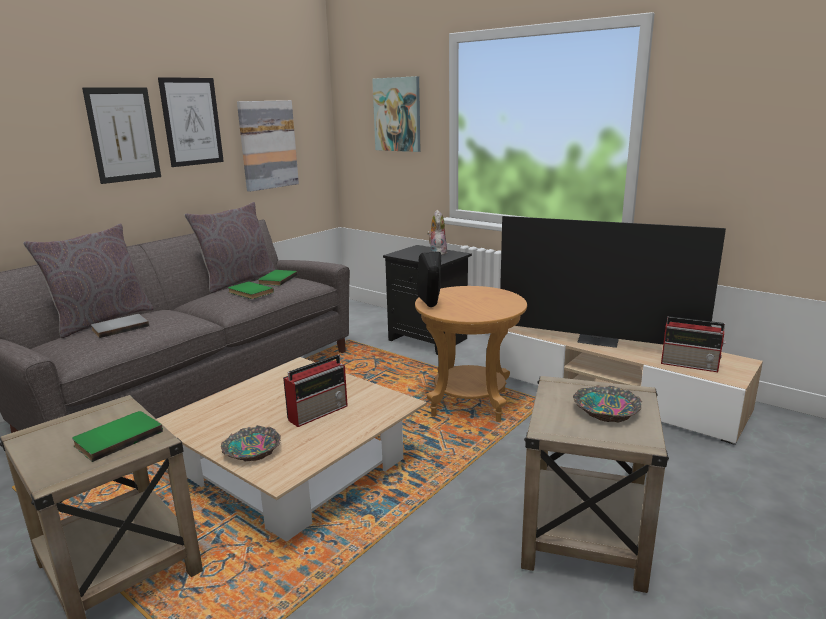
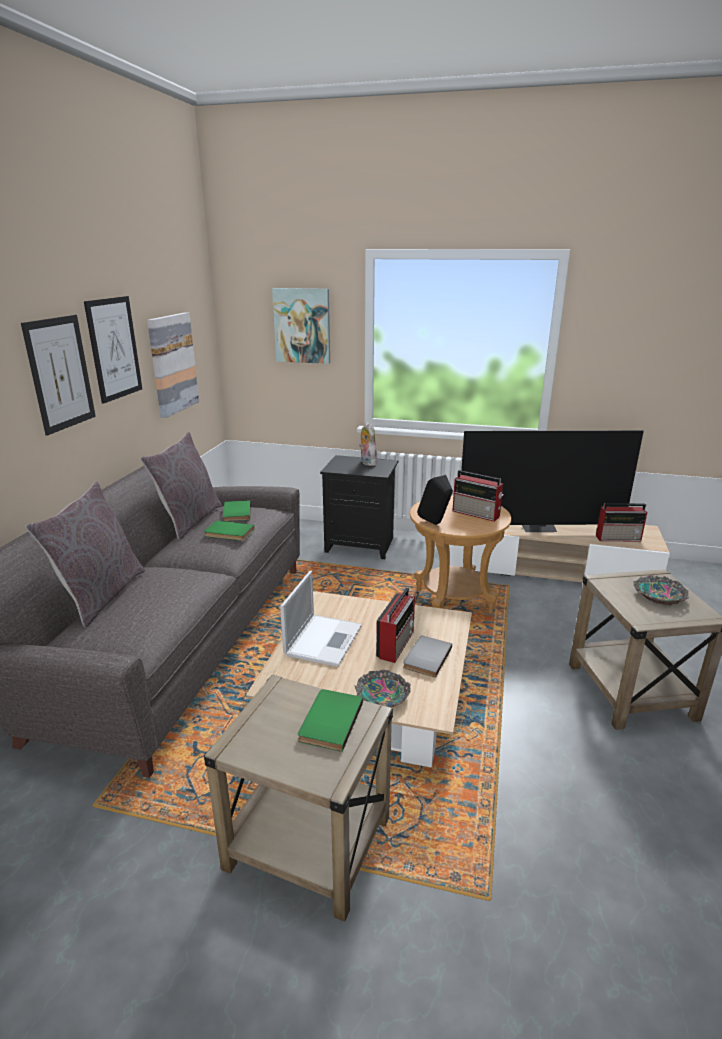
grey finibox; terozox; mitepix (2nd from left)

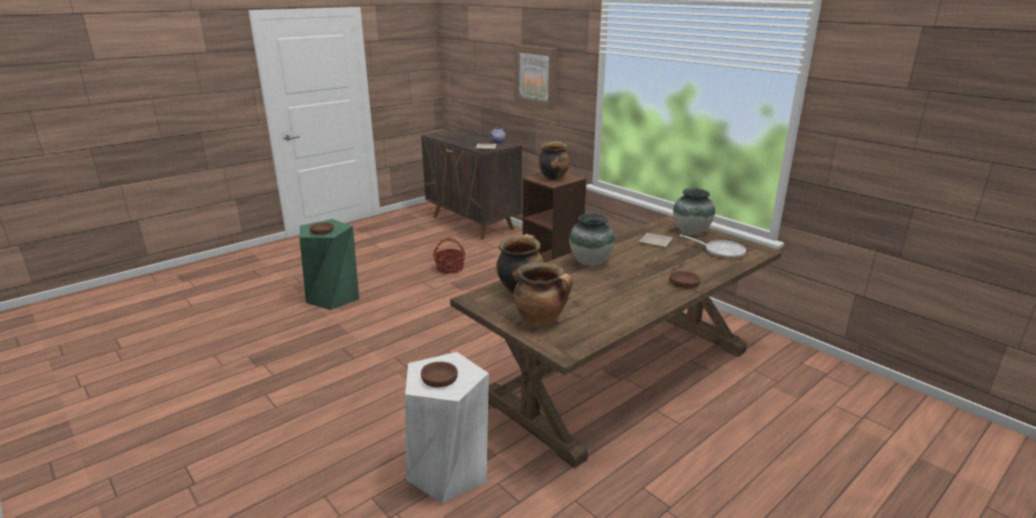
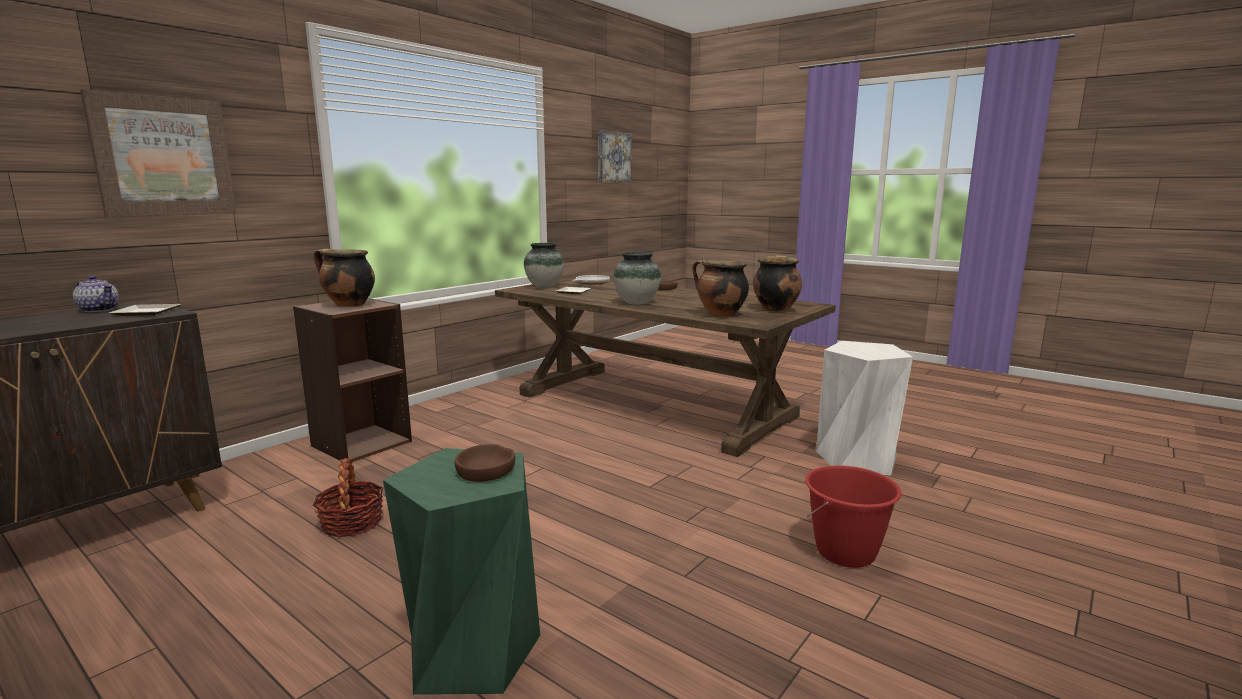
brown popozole (2nd from left in the first image); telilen (2nd from left); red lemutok

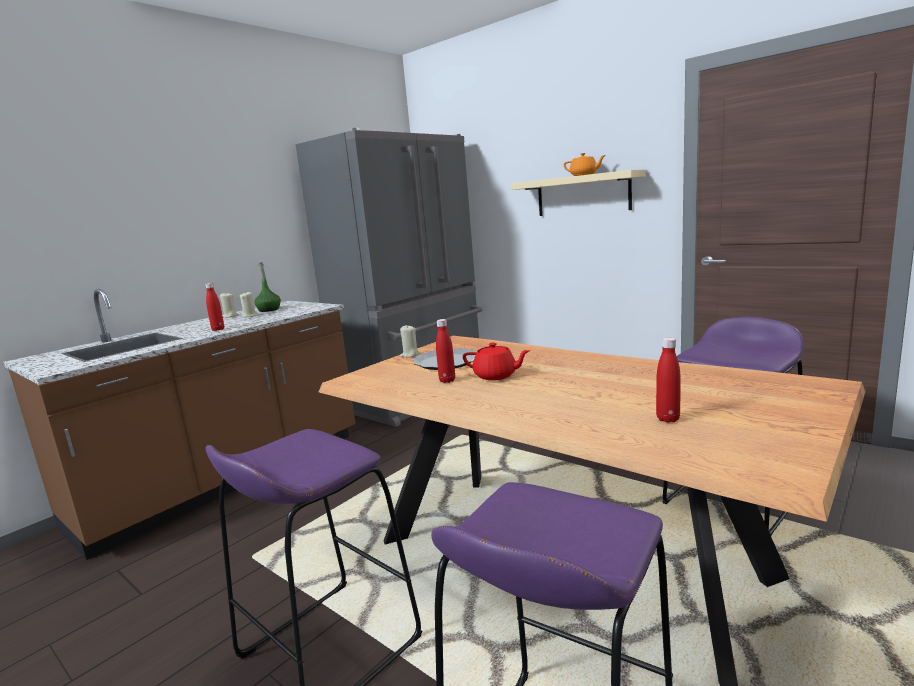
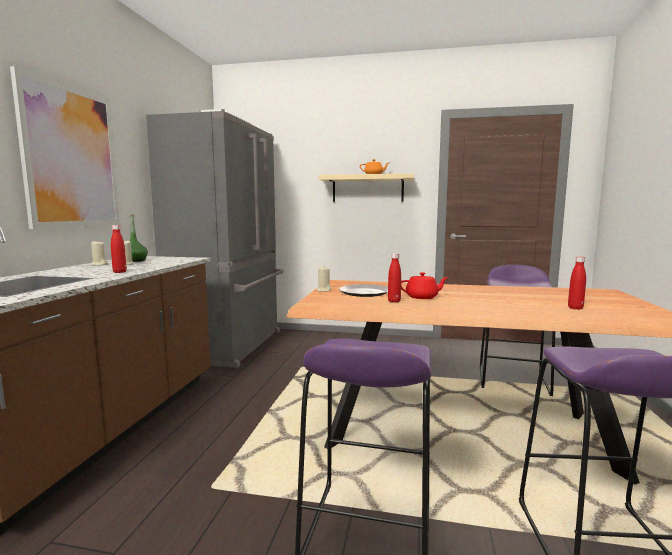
telilen

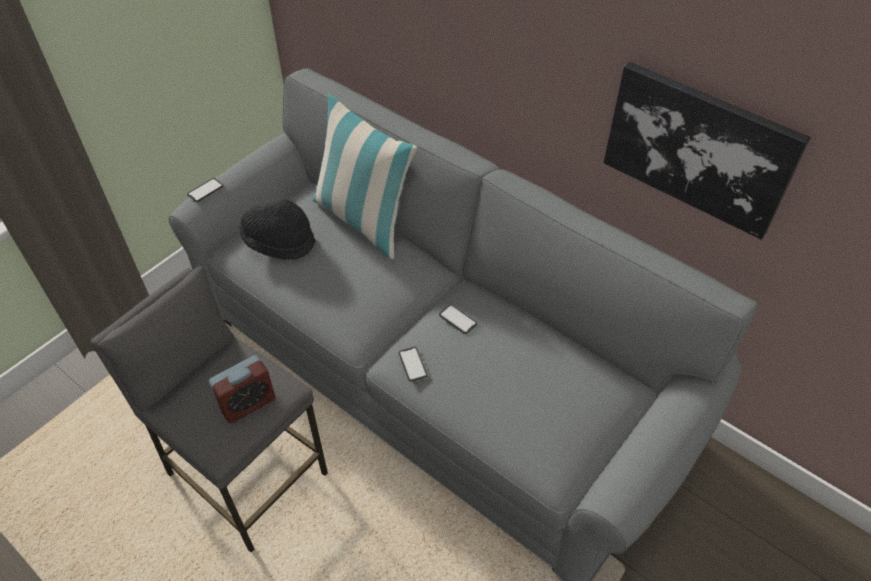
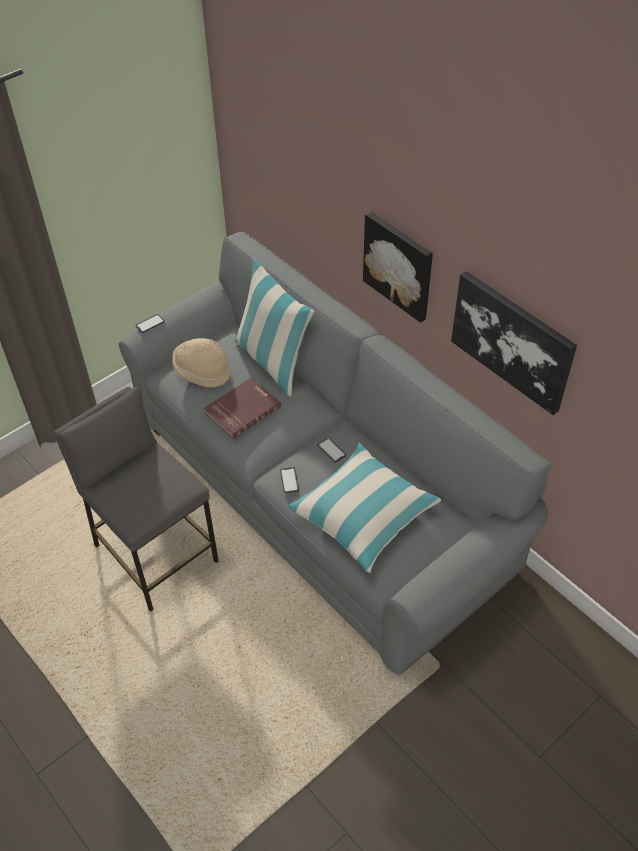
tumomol; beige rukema; red finibox; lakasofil (2nd from left); telilen (1st from left)

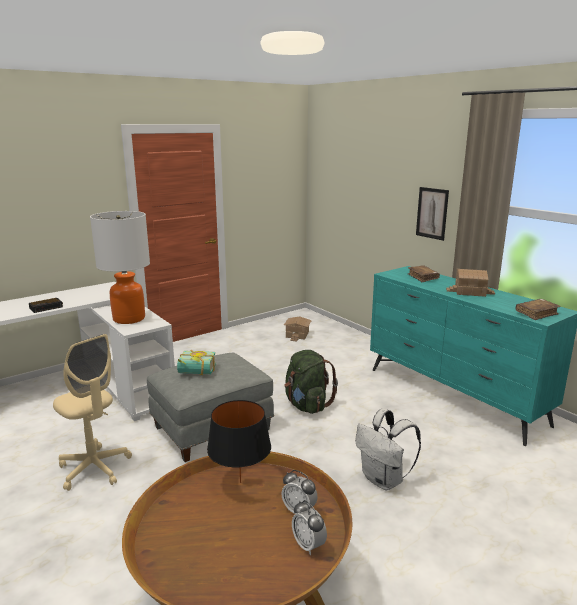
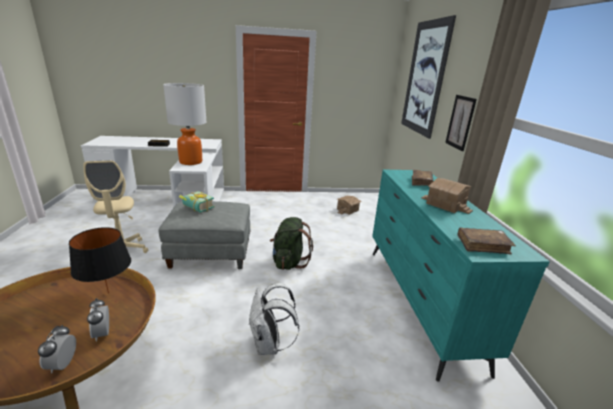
telilen (1st from left)

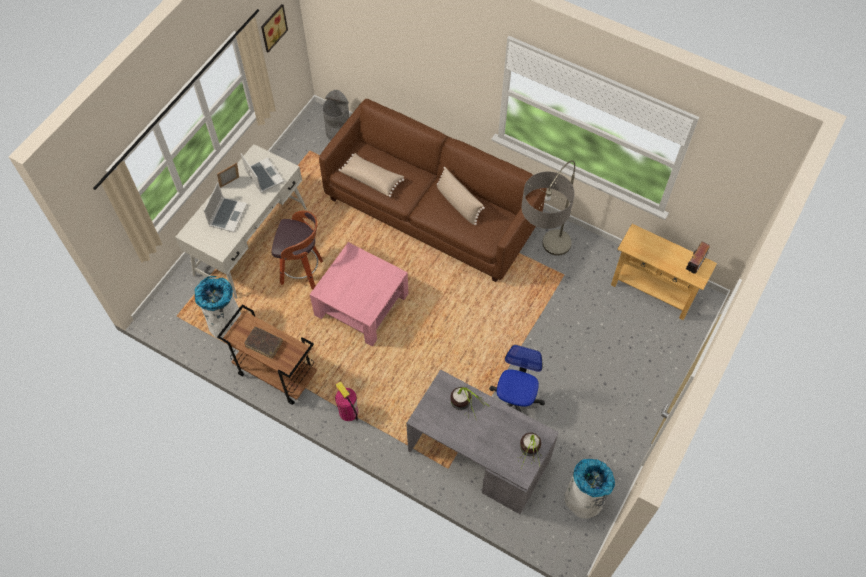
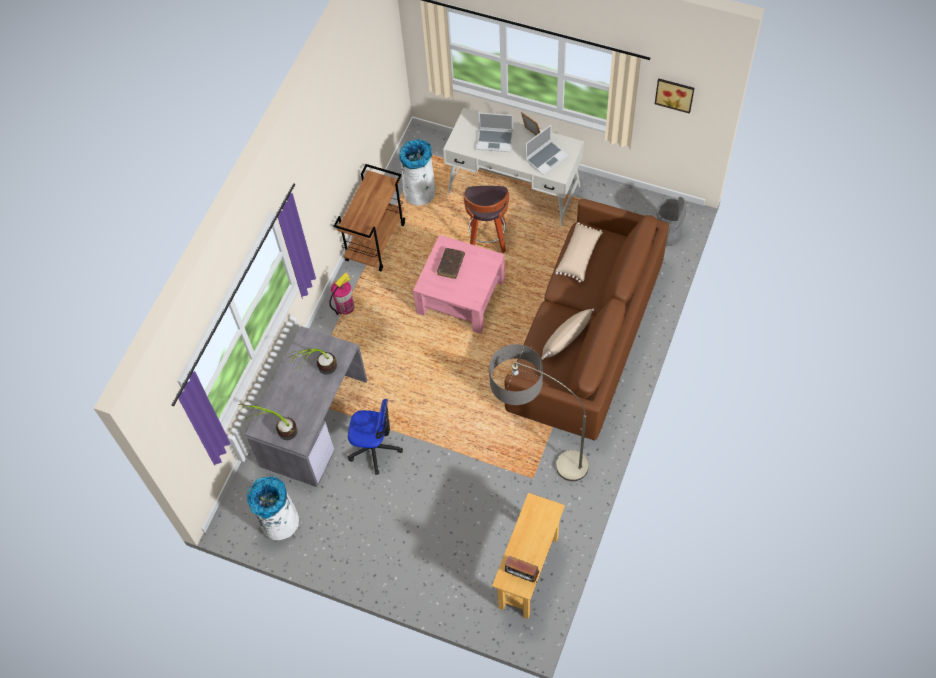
brown finibox

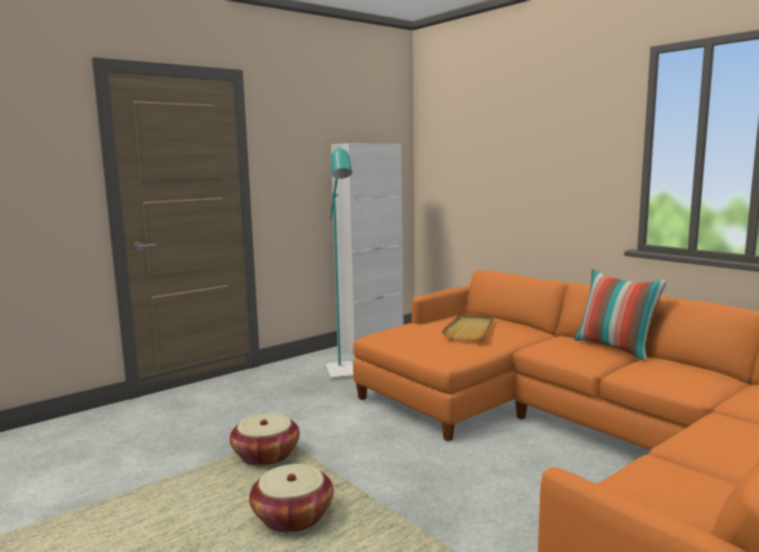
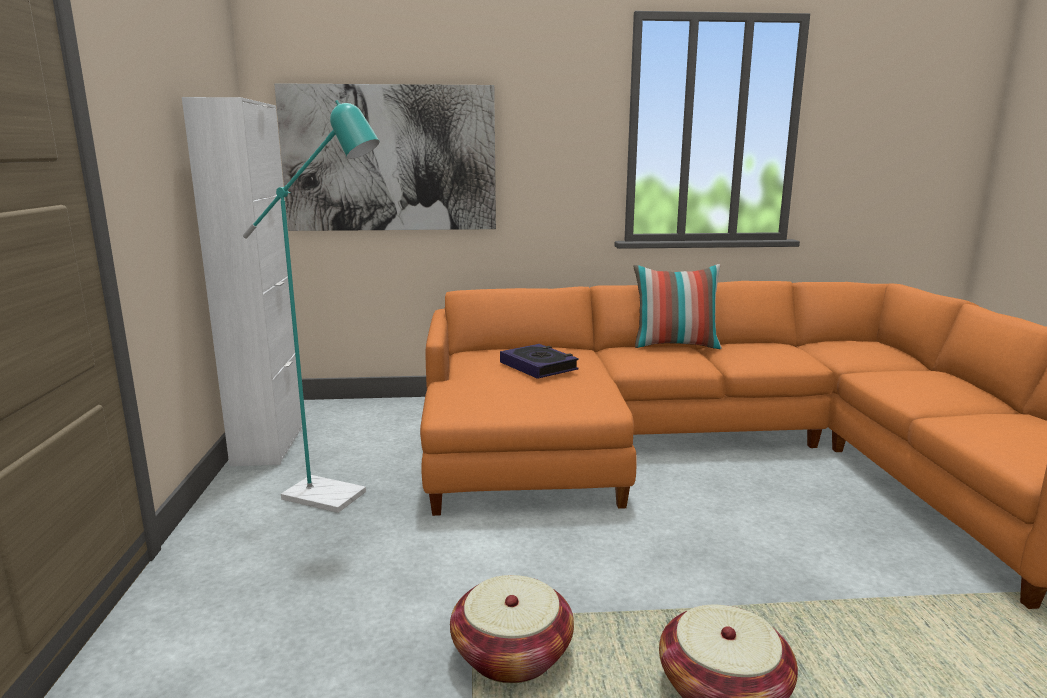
finibox; telilen

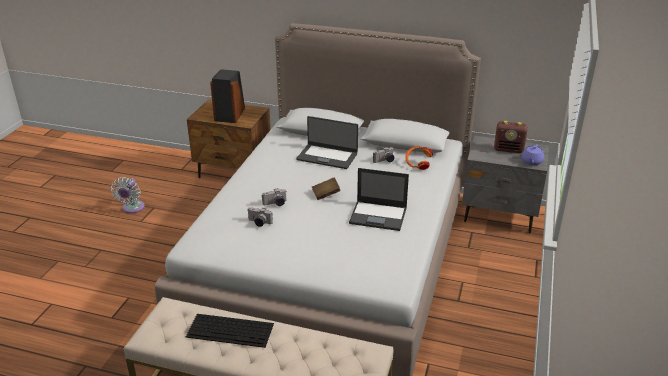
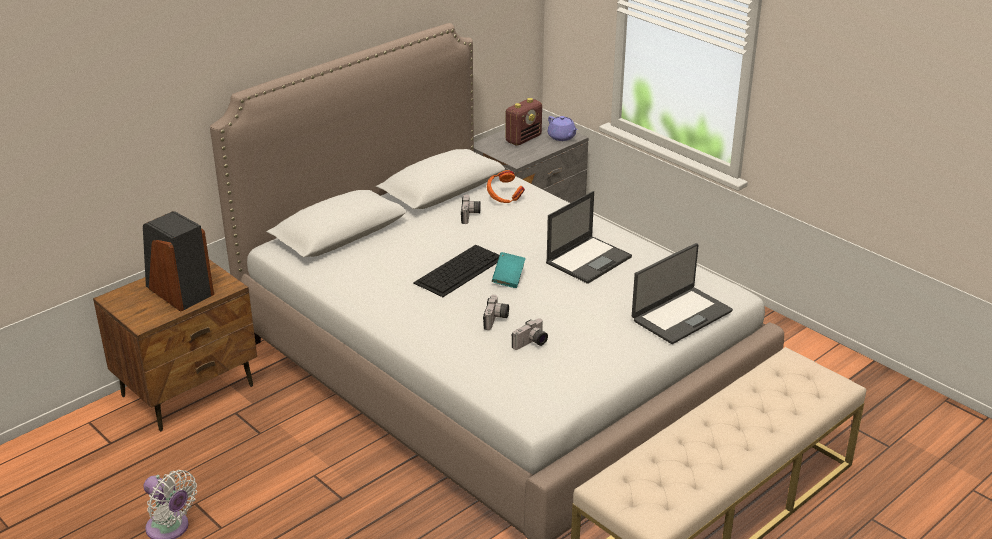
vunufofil; terozox (2nd from left); turquoise finibox

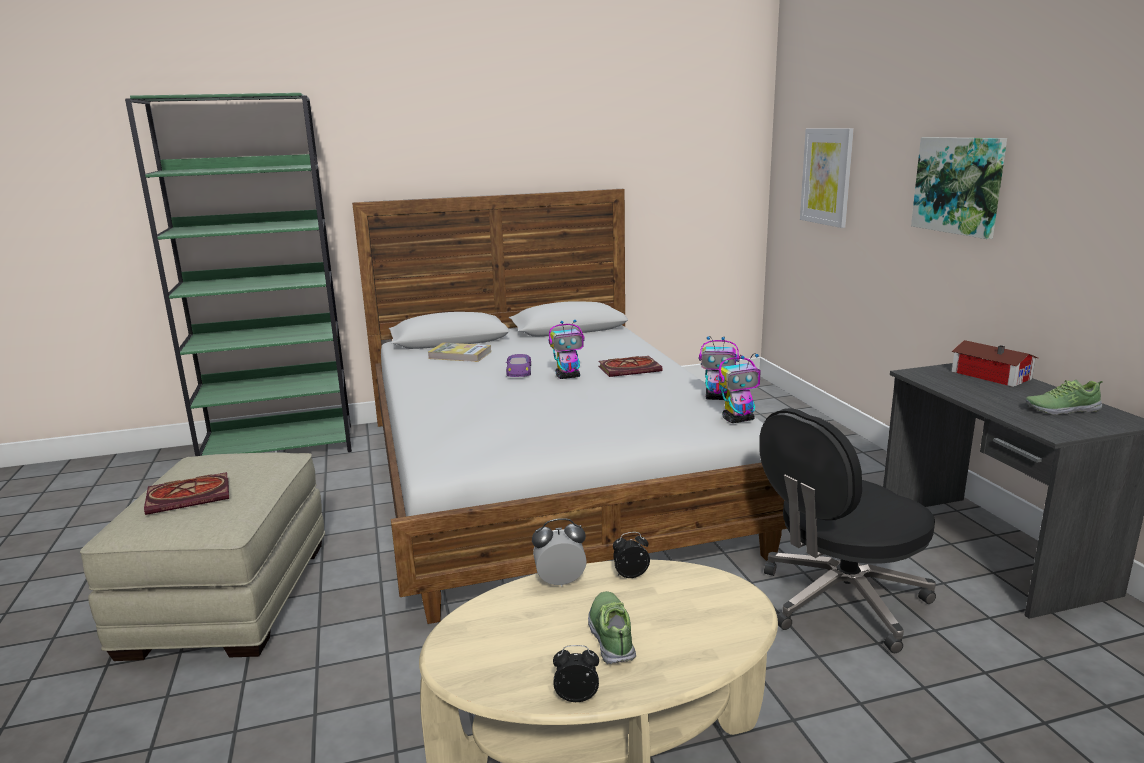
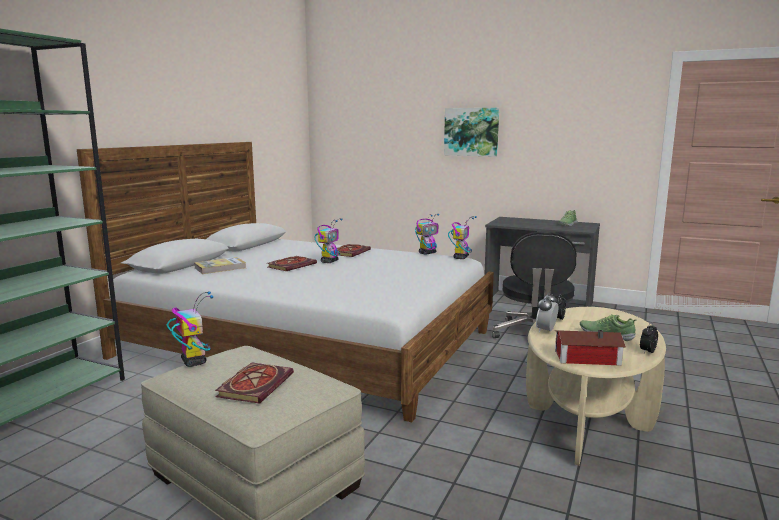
finibox (3rd from left); telilen (1st from left in the first image); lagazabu; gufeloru (1st from left)

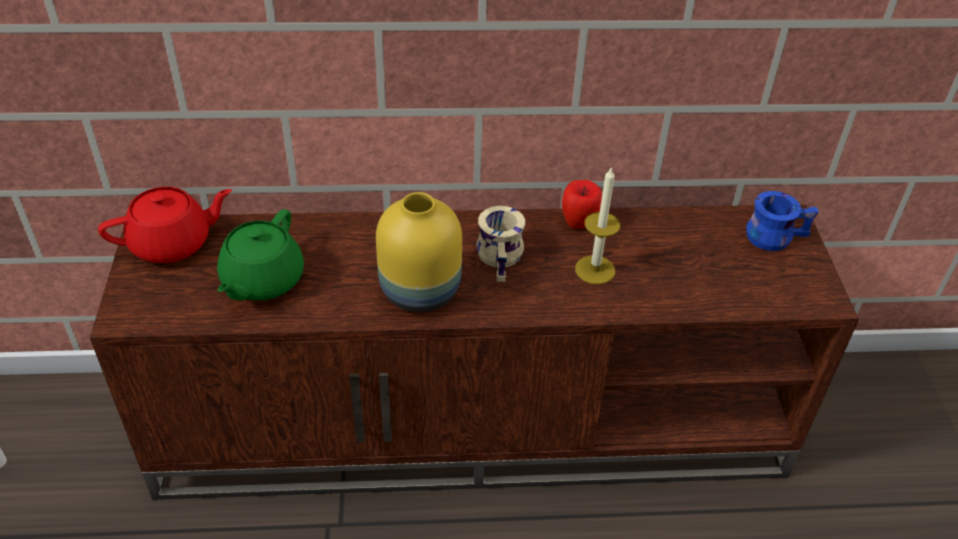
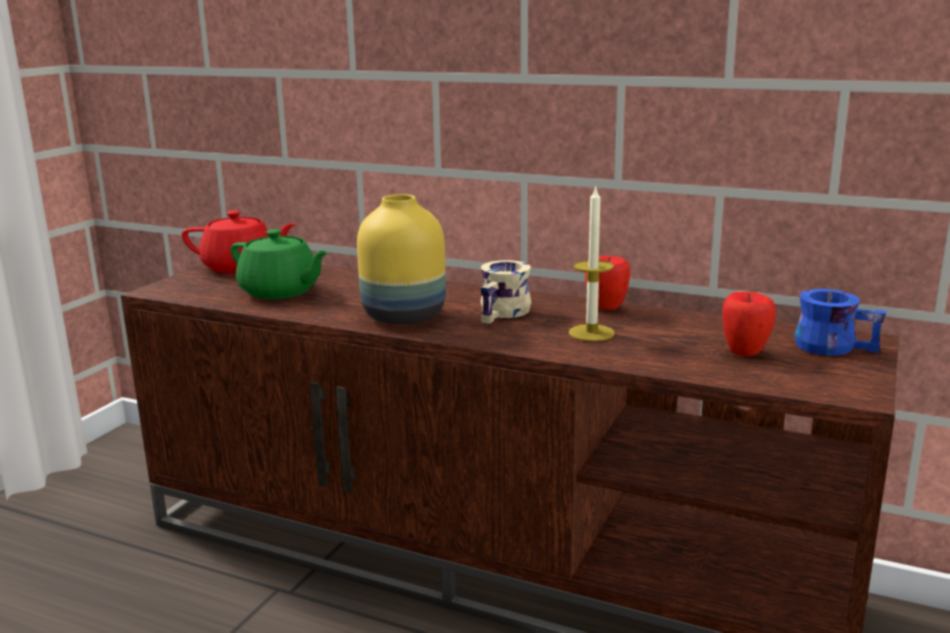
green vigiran; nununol (2nd from left)

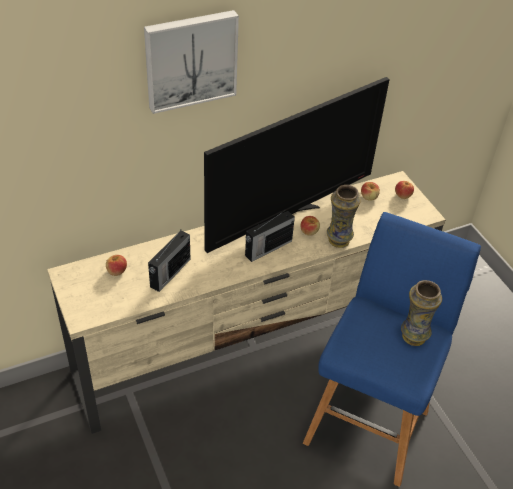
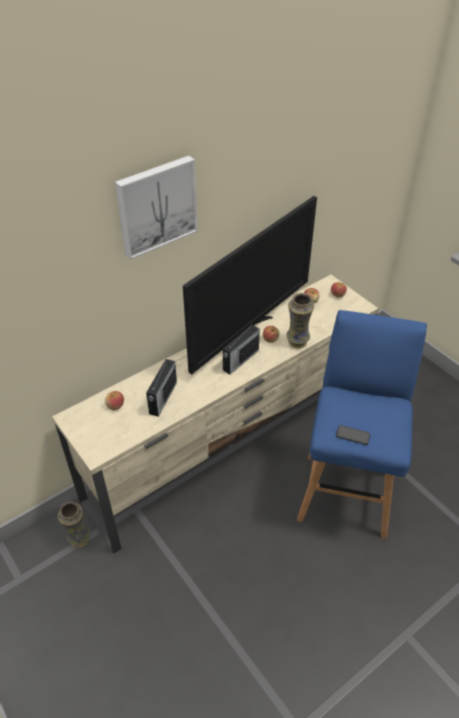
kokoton (1st from left); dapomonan

